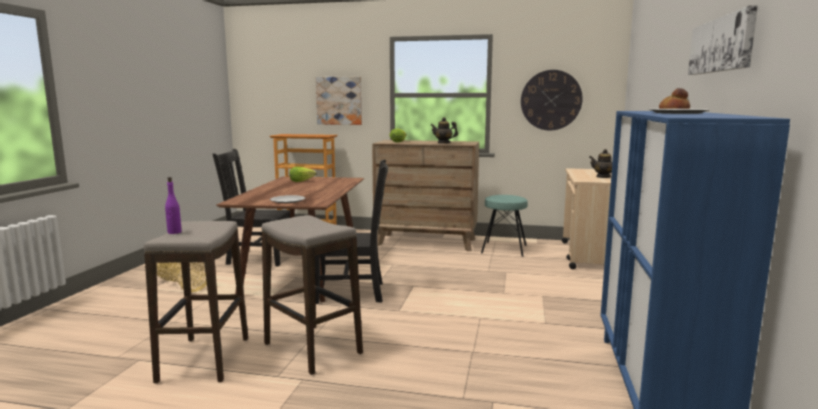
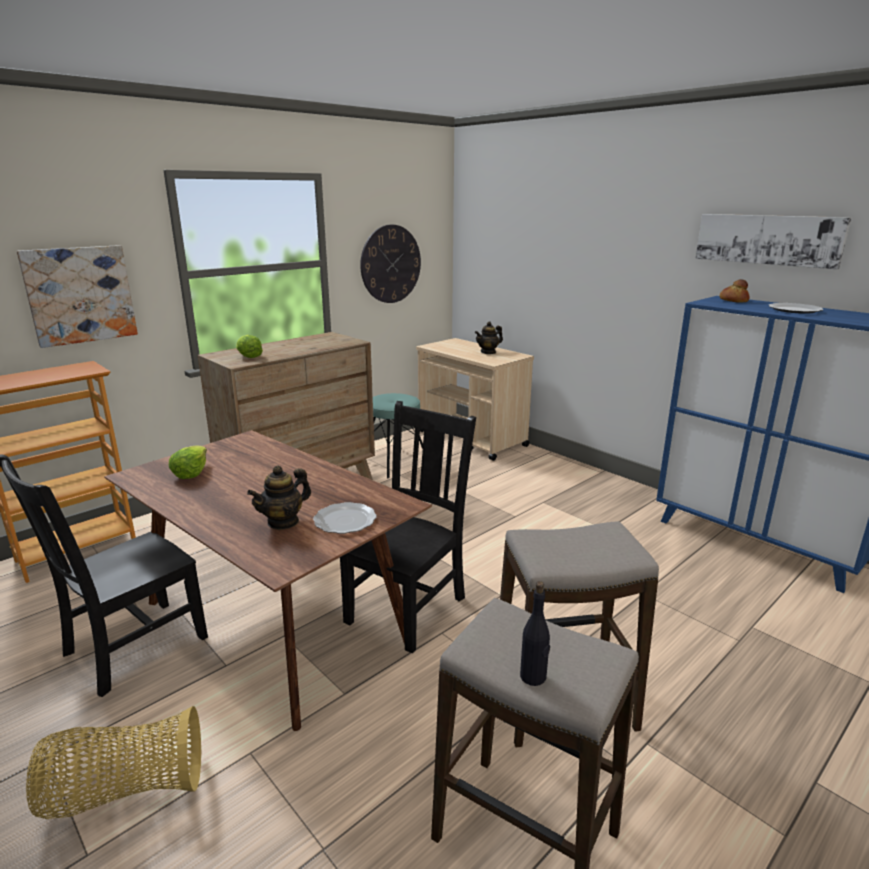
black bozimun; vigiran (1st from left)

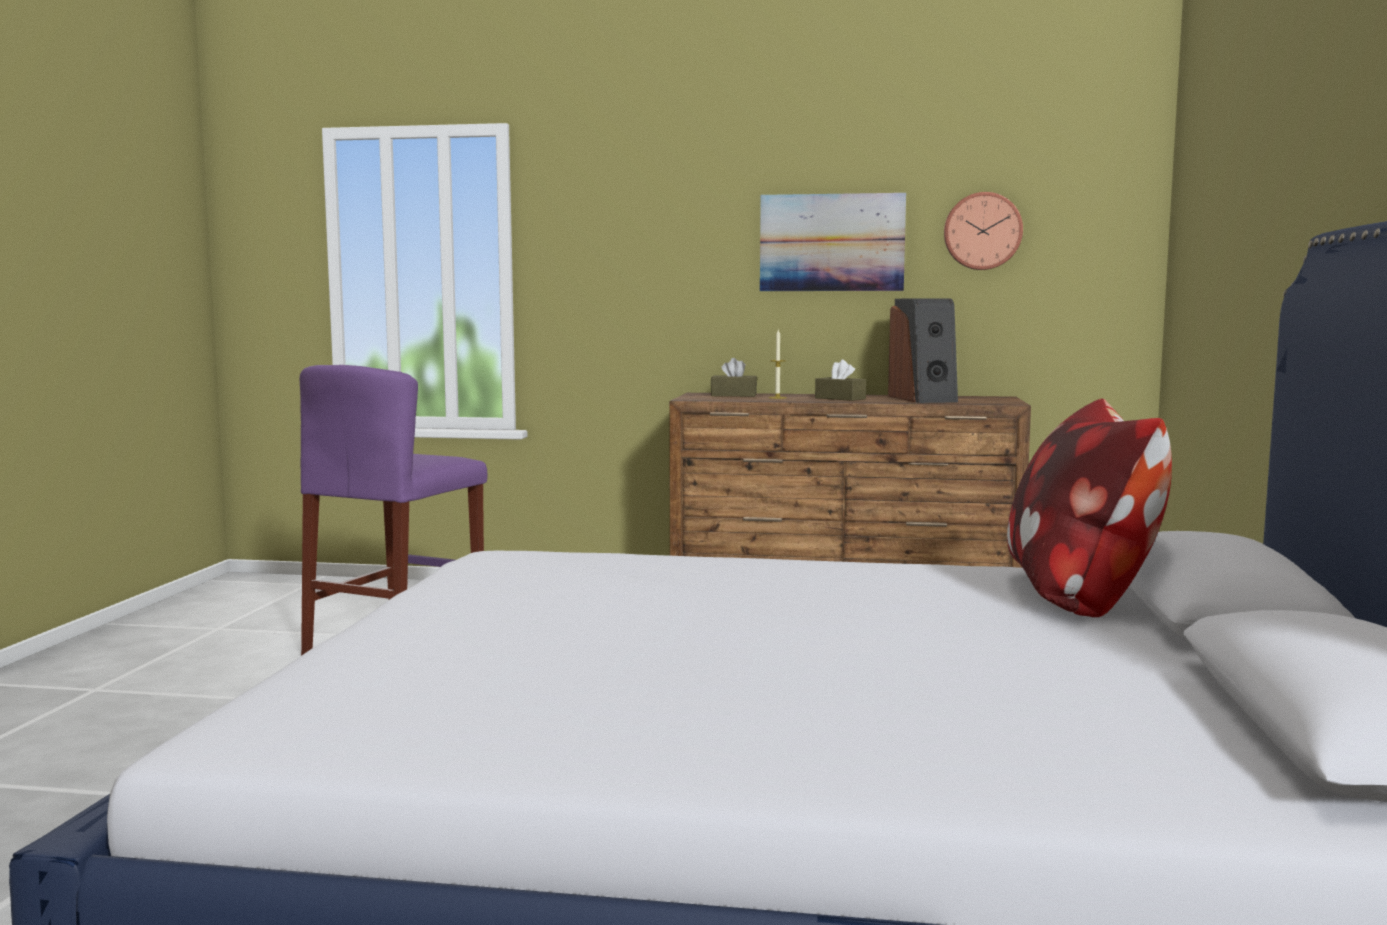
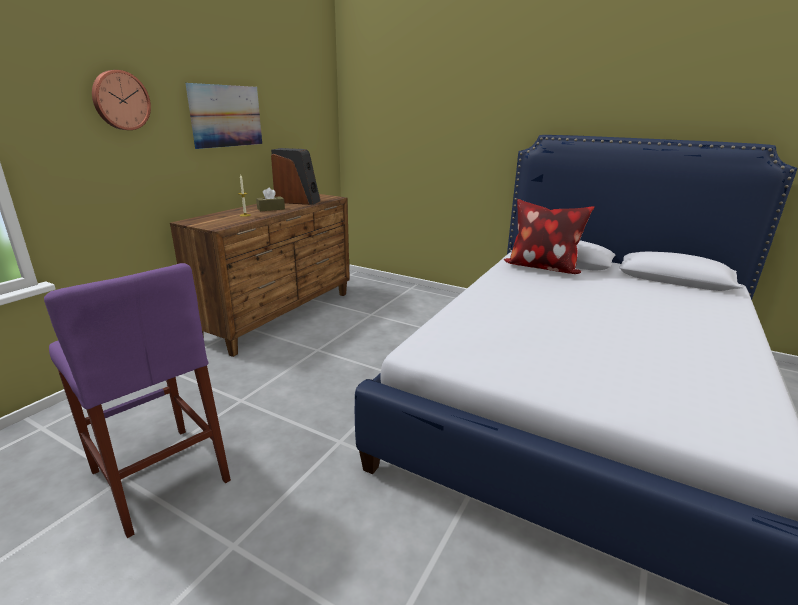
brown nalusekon (1st from left in the first image); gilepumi

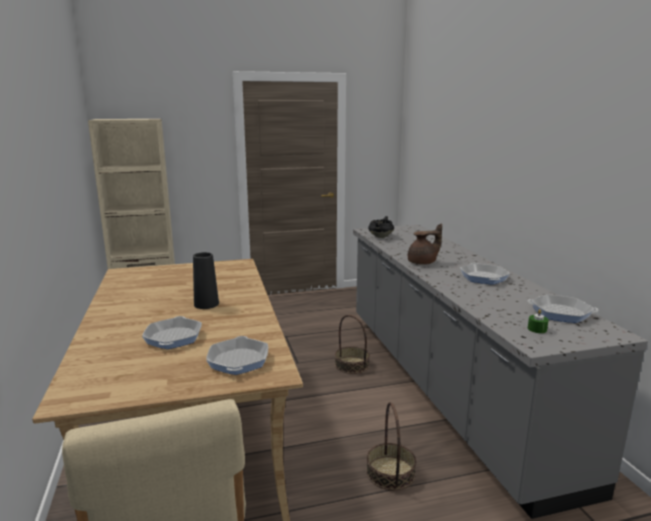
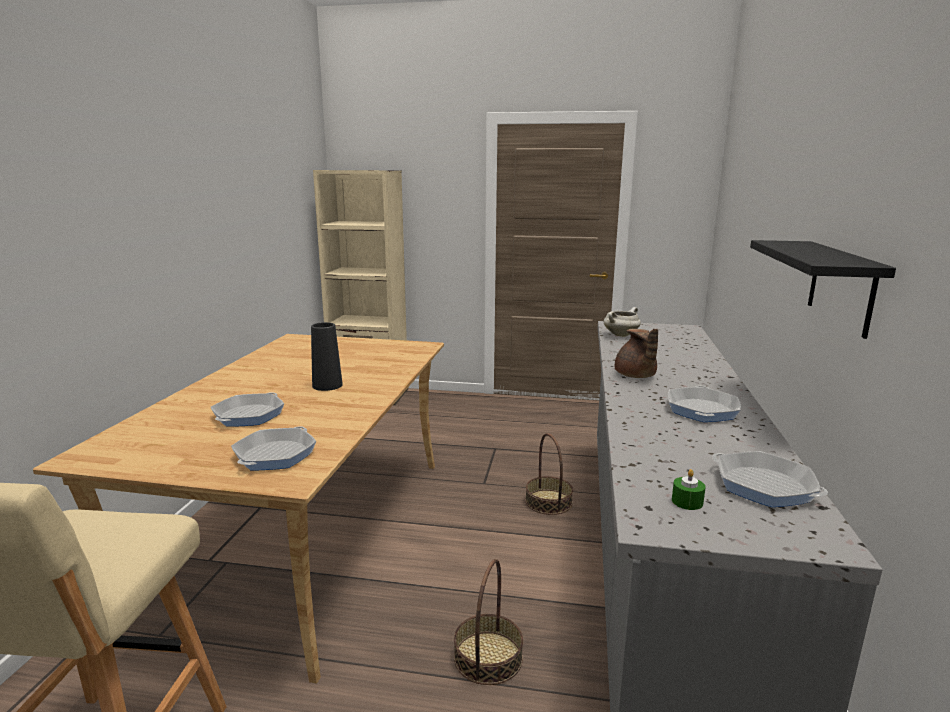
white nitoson; brown vigiran; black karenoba

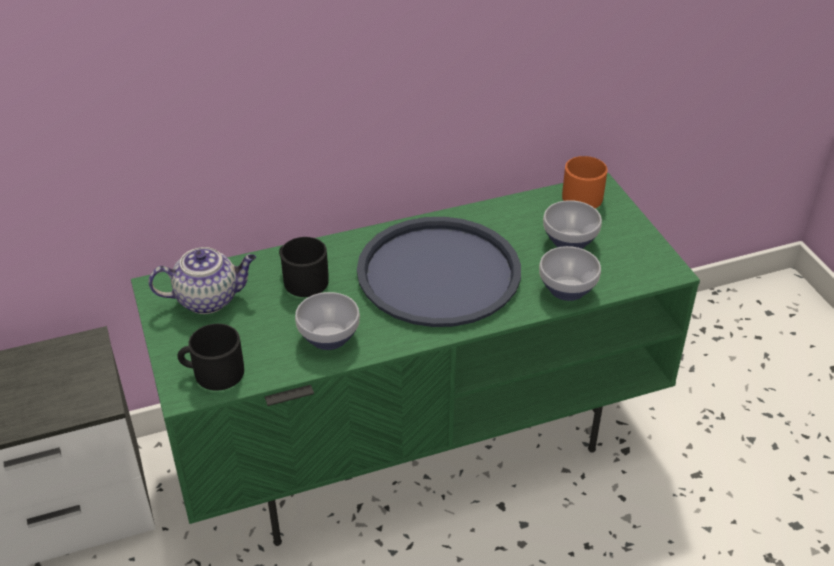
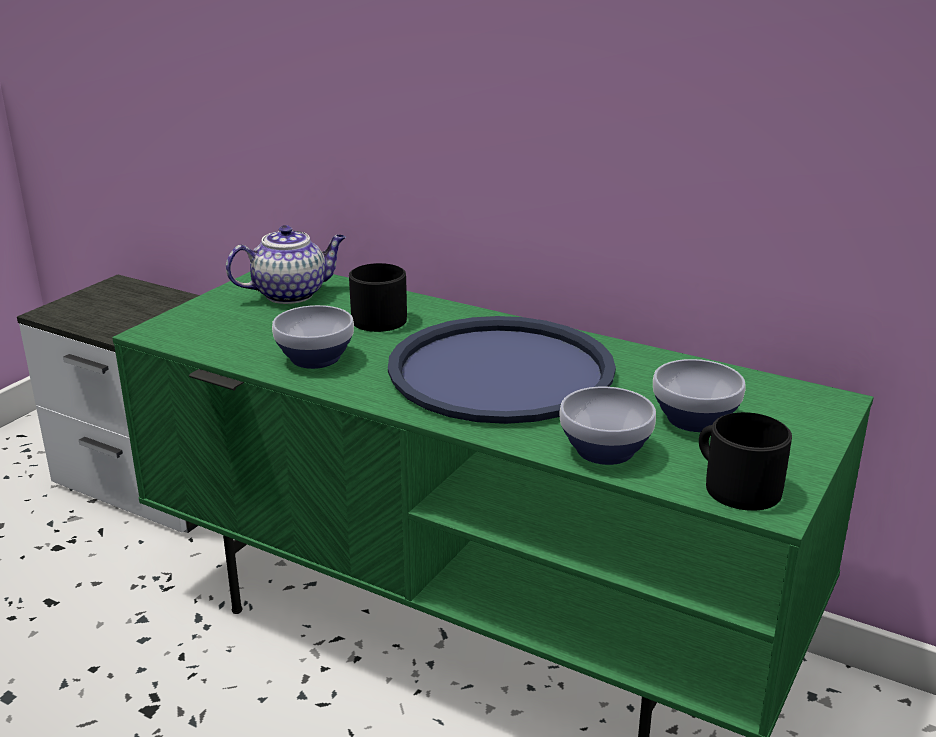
vigiran; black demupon (2nd from left); orange demupon

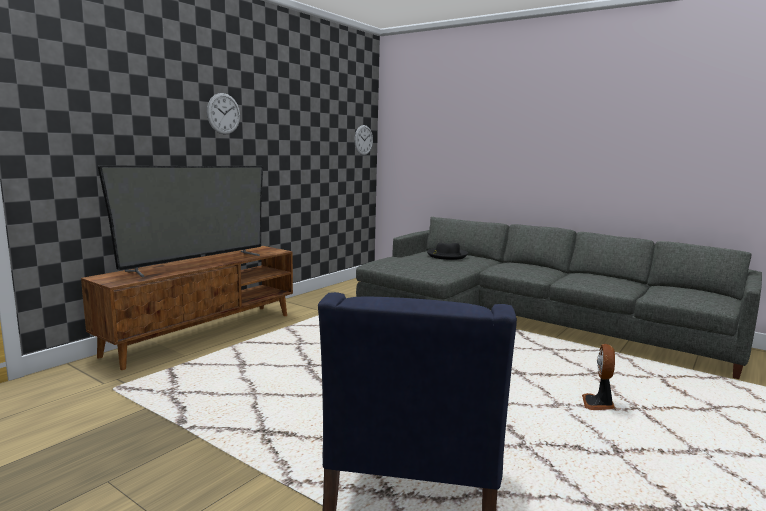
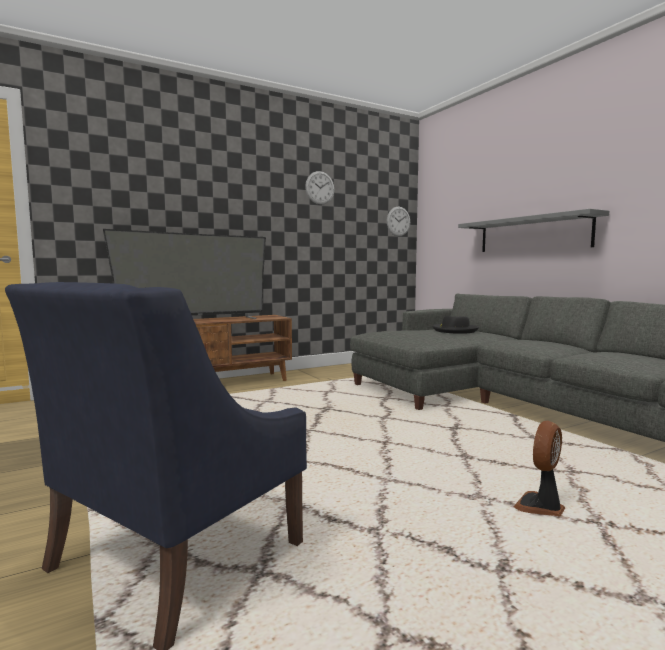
gilepumi (1st from left); grey karenoba

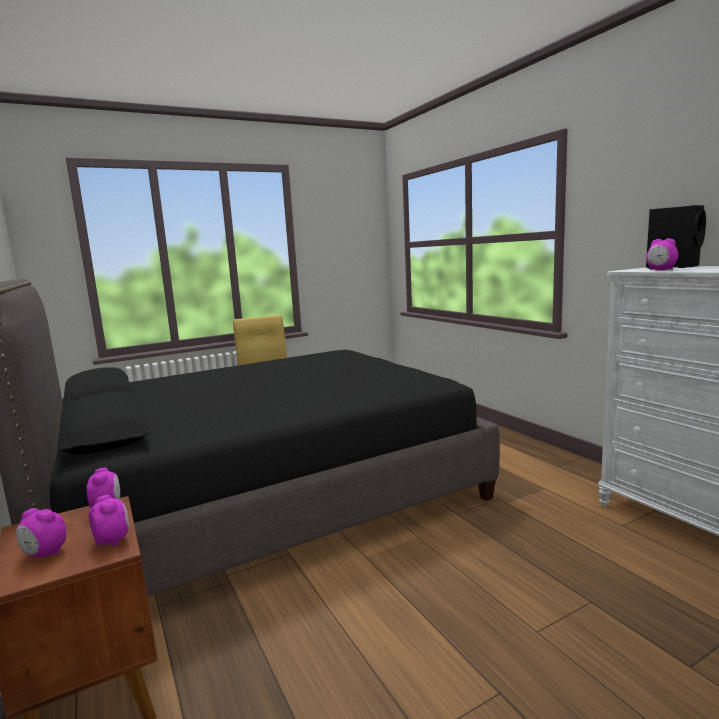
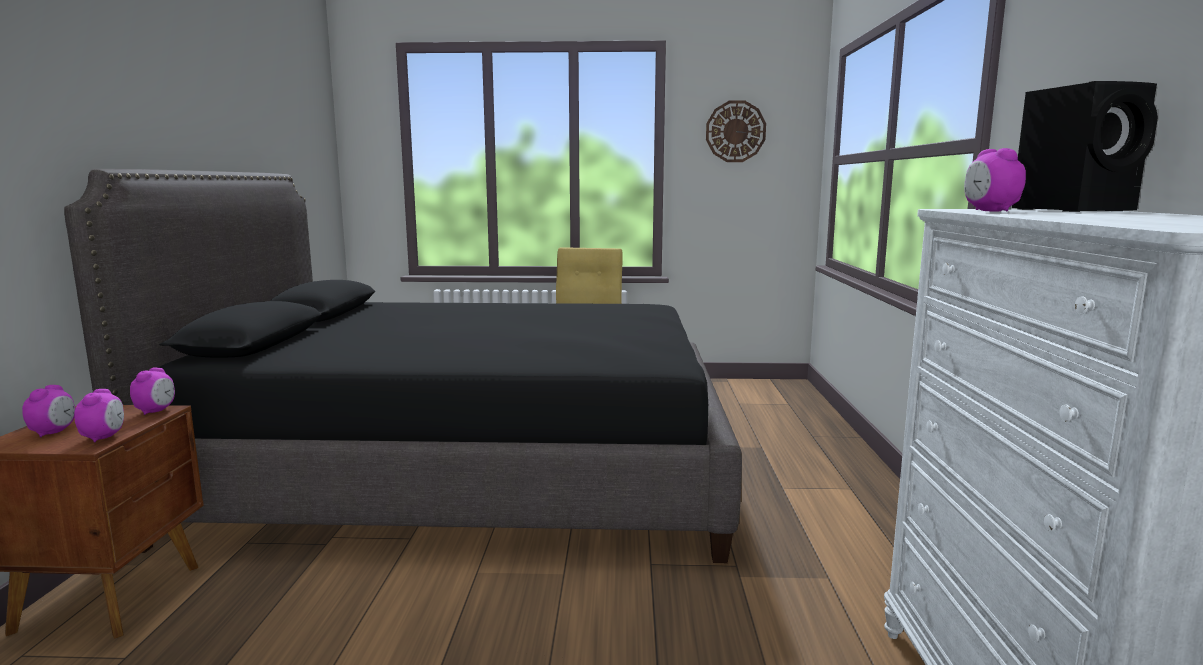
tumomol (1st from left); gilepumi

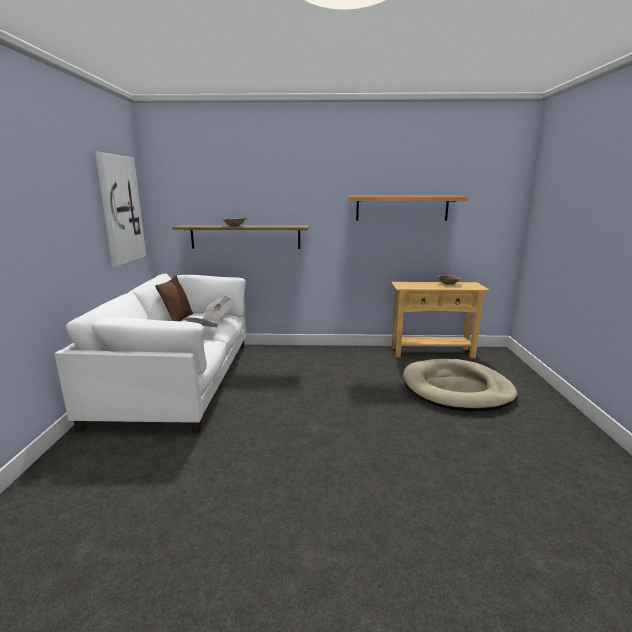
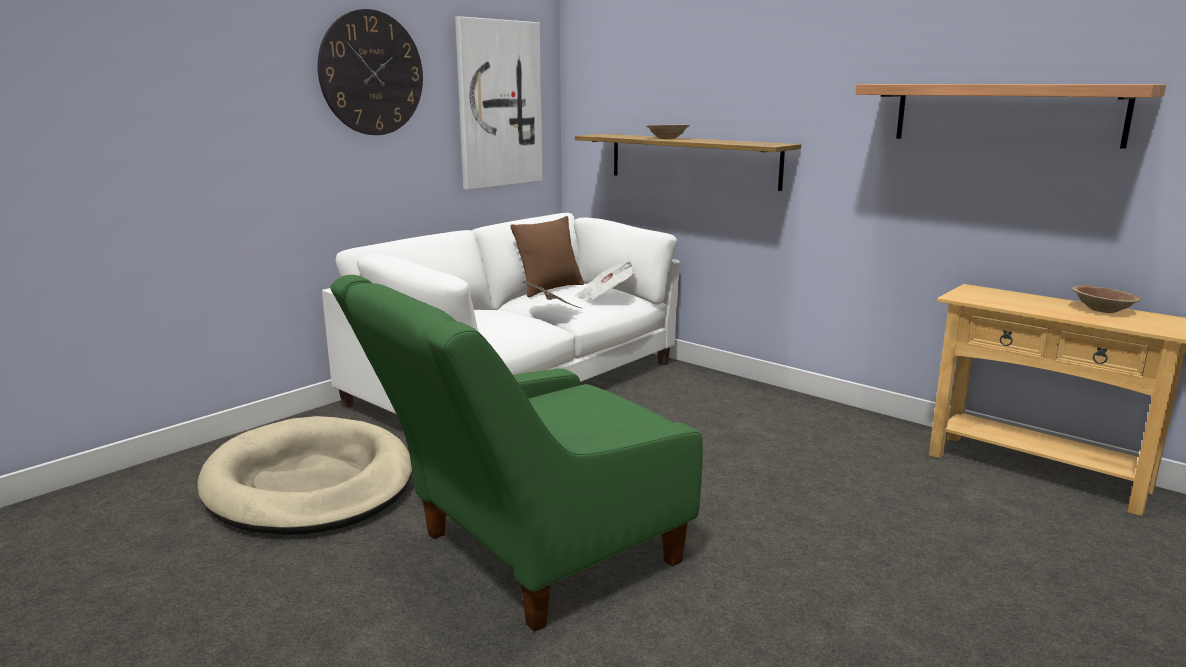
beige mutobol; gilepumi; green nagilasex

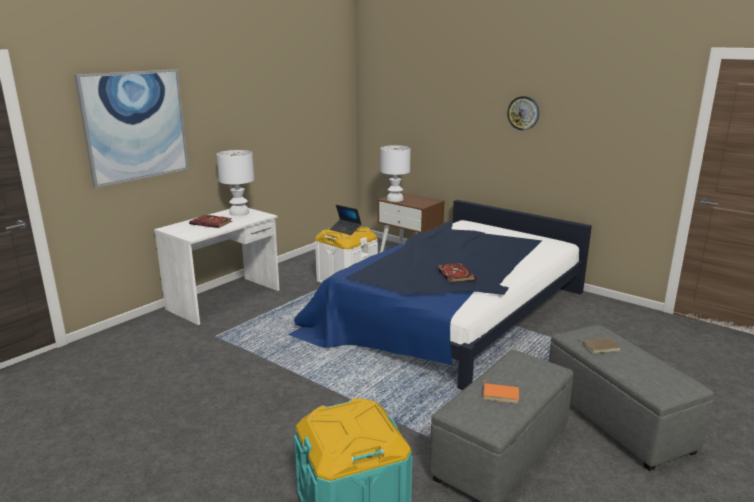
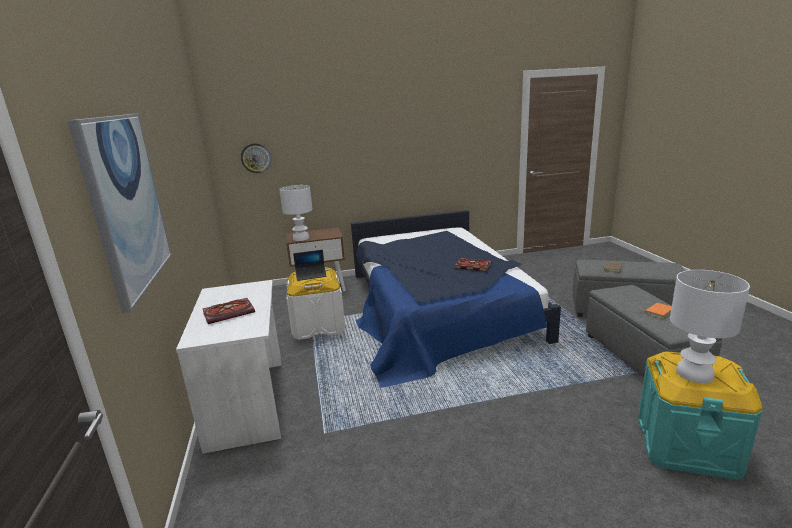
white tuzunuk (2nd from left); gilepumi

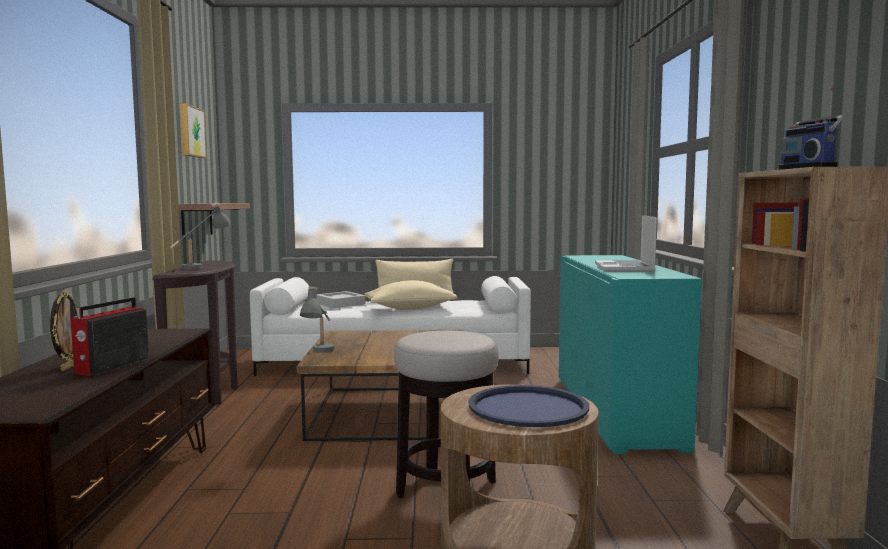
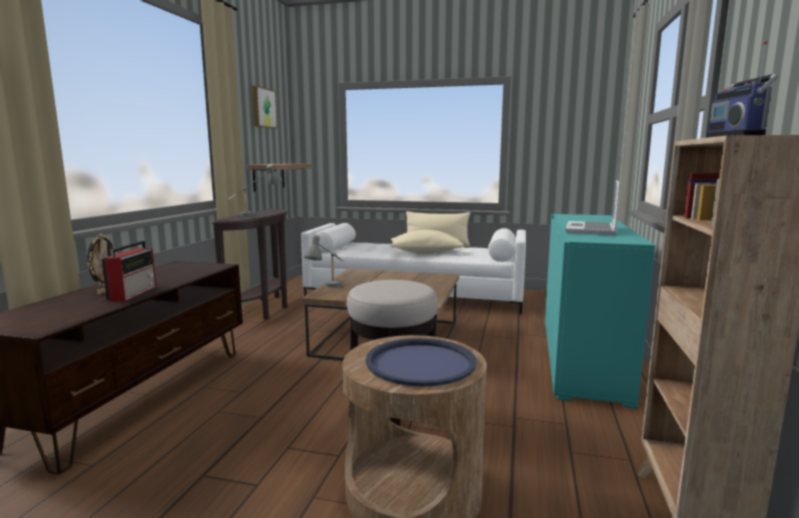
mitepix (1st from left); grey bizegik

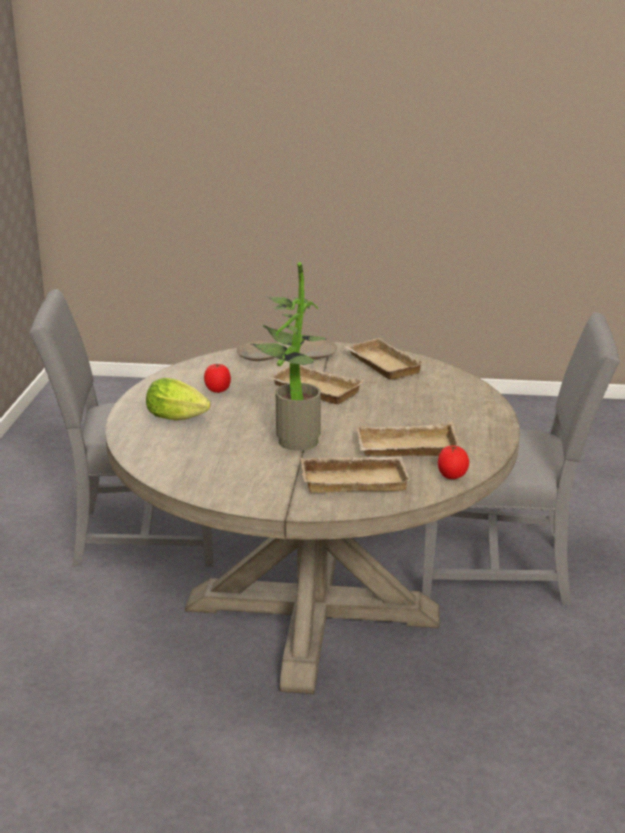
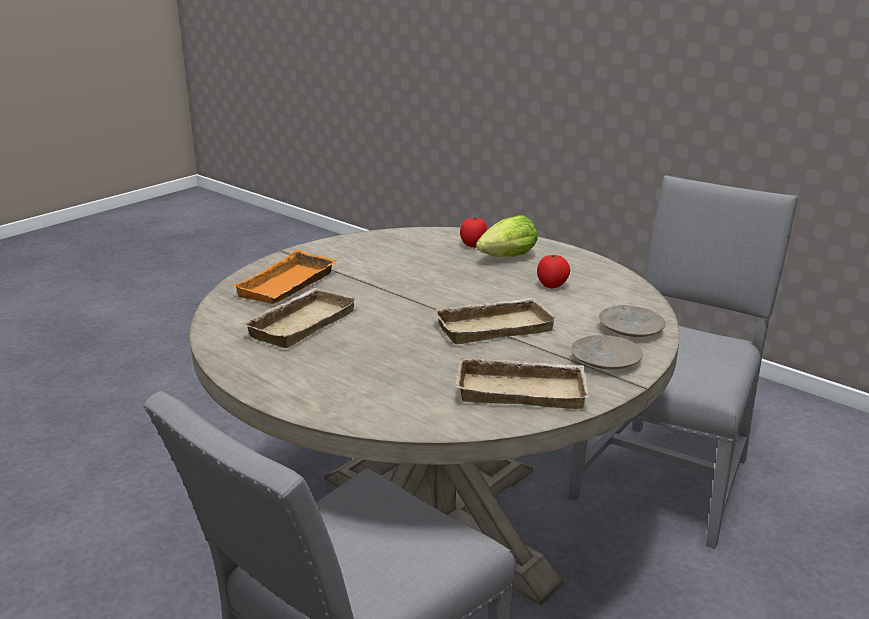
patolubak; orange bizegik; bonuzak (1st from left)

